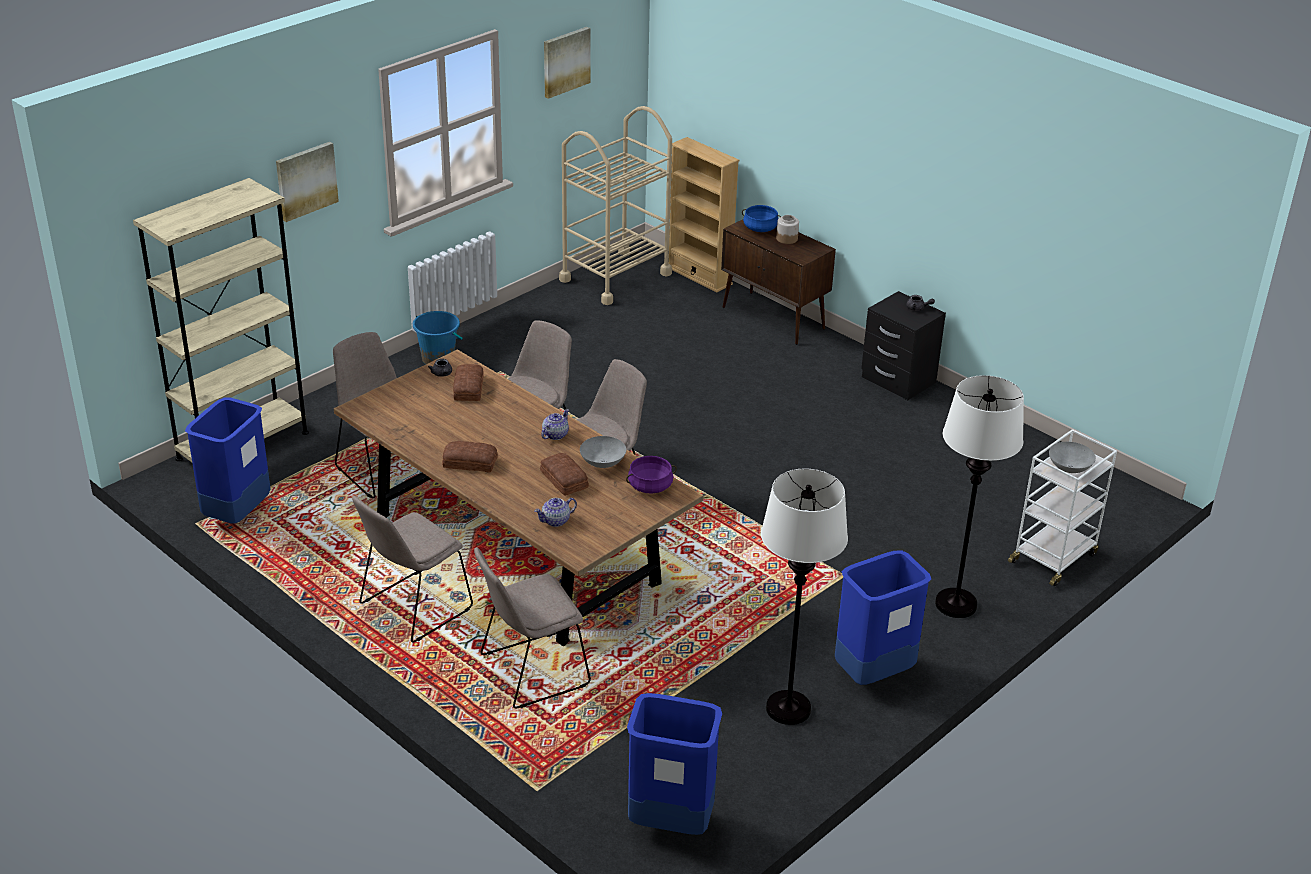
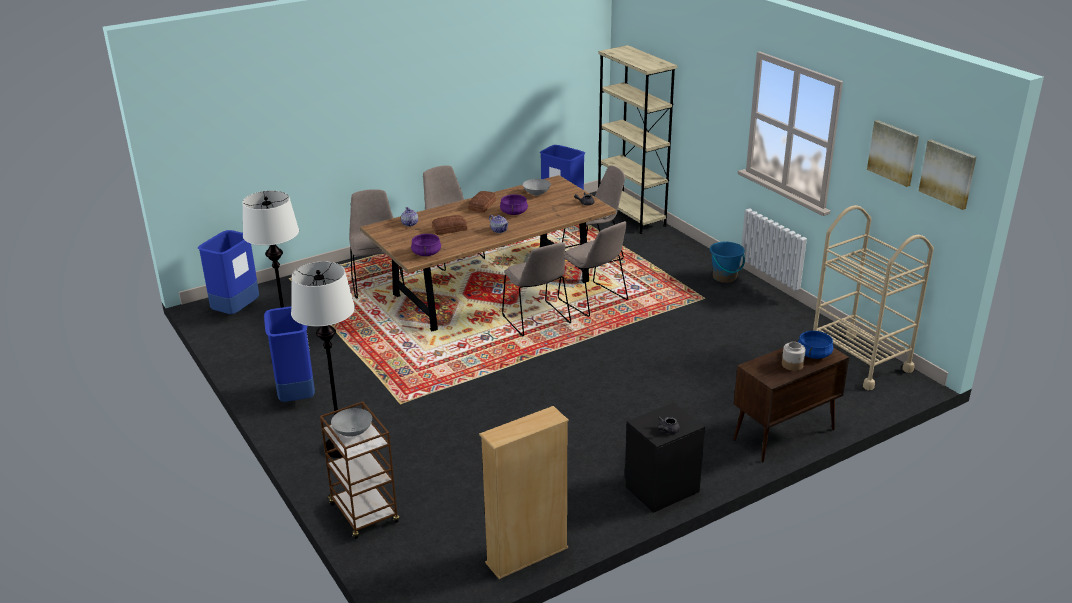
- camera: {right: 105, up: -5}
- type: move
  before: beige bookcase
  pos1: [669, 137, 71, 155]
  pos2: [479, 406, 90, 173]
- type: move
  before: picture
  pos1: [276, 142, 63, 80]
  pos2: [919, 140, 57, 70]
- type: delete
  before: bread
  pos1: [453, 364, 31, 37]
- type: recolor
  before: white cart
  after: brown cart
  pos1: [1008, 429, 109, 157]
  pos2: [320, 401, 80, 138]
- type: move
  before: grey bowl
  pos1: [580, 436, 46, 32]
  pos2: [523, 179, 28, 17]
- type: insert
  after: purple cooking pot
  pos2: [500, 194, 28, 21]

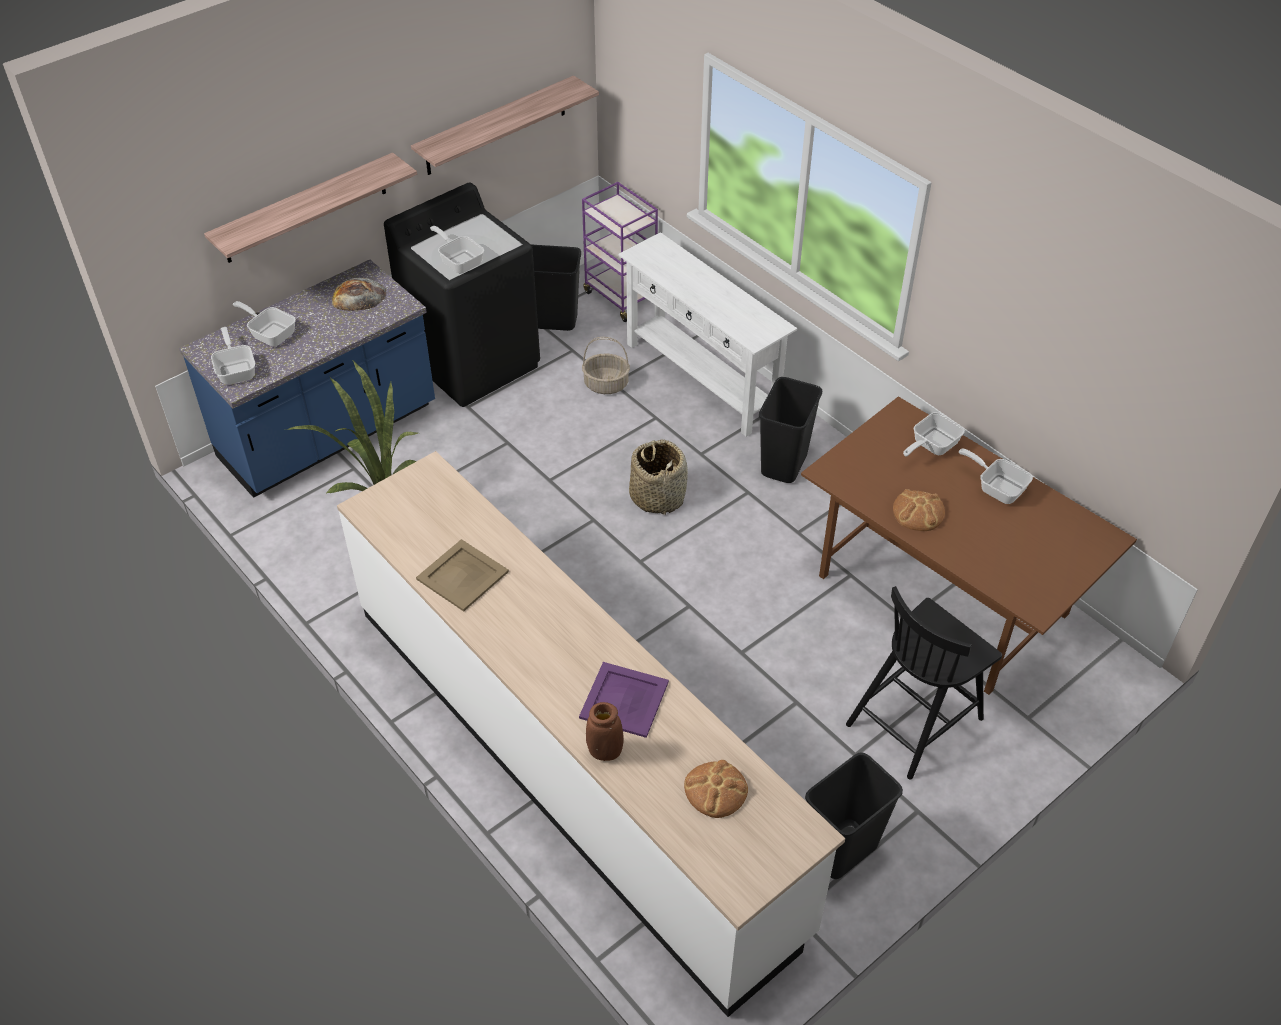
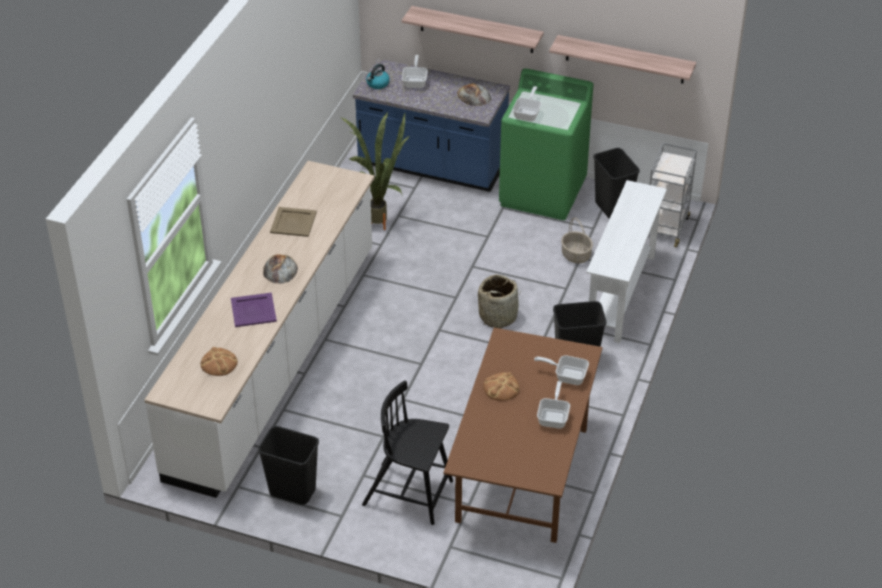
- camera: {right: 60, up: -5}
- type: recolor
  before: purple cart
  after: grey cart
  pos1: [582, 182, 76, 140]
  pos2: [650, 143, 47, 105]
- type: recolor
  before: black washing machine
  after: green washing machine
  pos1: [384, 183, 156, 224]
  pos2: [499, 68, 94, 152]
- type: replace
  before: frying pan
  after: kettle
  pos1: [211, 327, 44, 58]
  pos2: [366, 64, 24, 25]
- type: delete
  before: brown vase
  pos1: [586, 702, 38, 59]
- type: insert
  after: bread
  pos2: [263, 254, 35, 30]

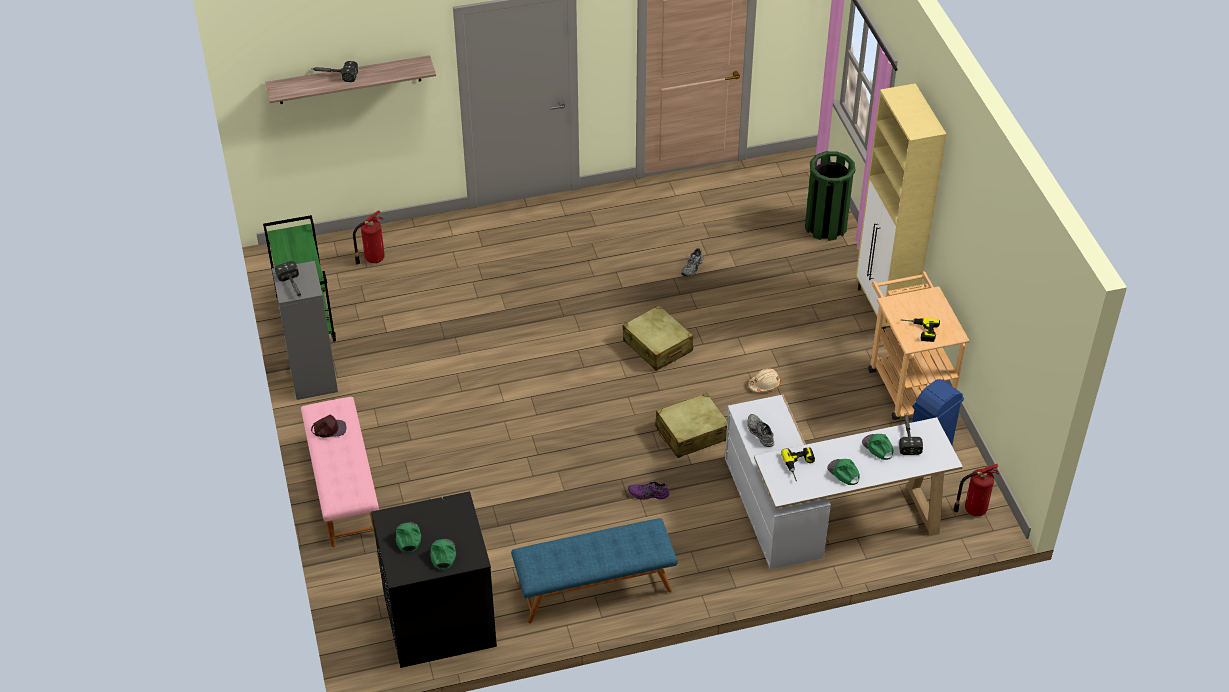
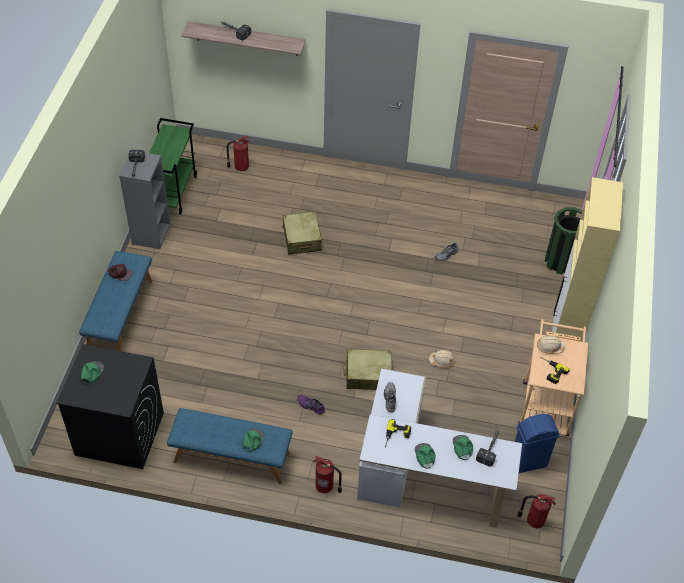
- camera: {right: 25, up: 5}
- type: move
  before: beige suitcase
  pos1: [623, 305, 70, 66]
  pos2: [282, 211, 40, 44]
- type: recolor
  before: pink bench
  after: blue bench
  pos1: [301, 397, 78, 150]
  pos2: [79, 251, 74, 100]
- type: move
  before: green cap
  pos1: [430, 539, 26, 31]
  pos2: [242, 428, 22, 24]
- type: insert
  after: beige hard hat
  pos2: [537, 335, 28, 19]
- type: insert
  after: fire extinguisher
  pos2: [313, 455, 29, 38]

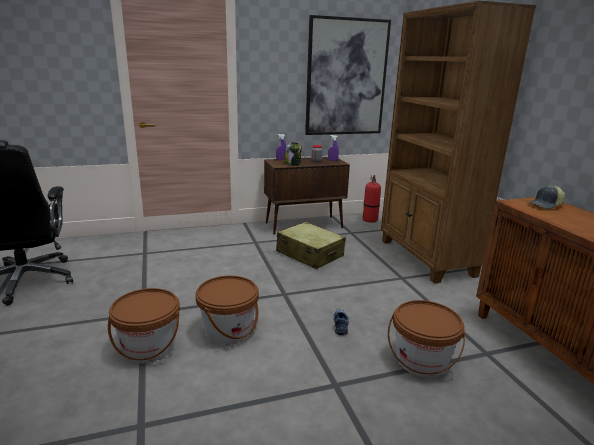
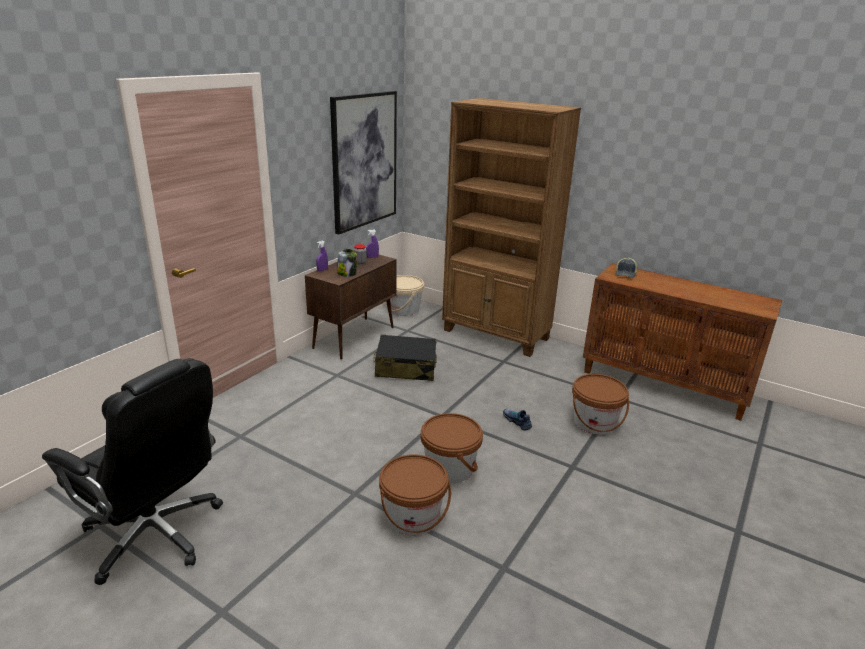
- camera: {right: -40, up: 5}
- type: replace
  before: fire extinguisher
  after: beige bucket
  pos1: [363, 175, 18, 48]
  pos2: [386, 275, 38, 41]
- type: recolor
  before: beige suitcase
  after: black suitcase
  pos1: [276, 222, 70, 47]
  pos2: [373, 335, 64, 46]

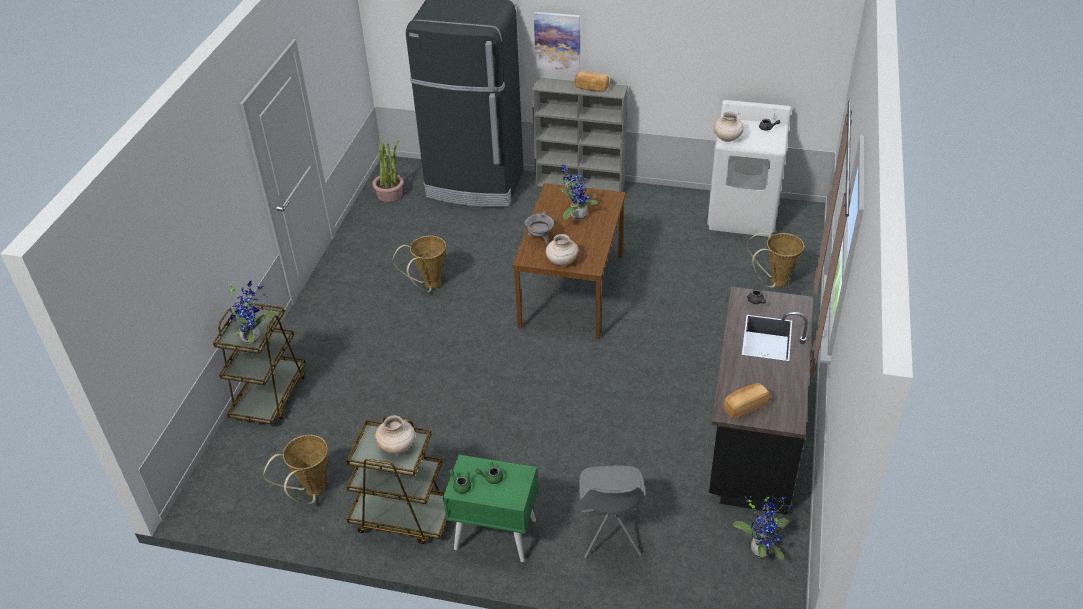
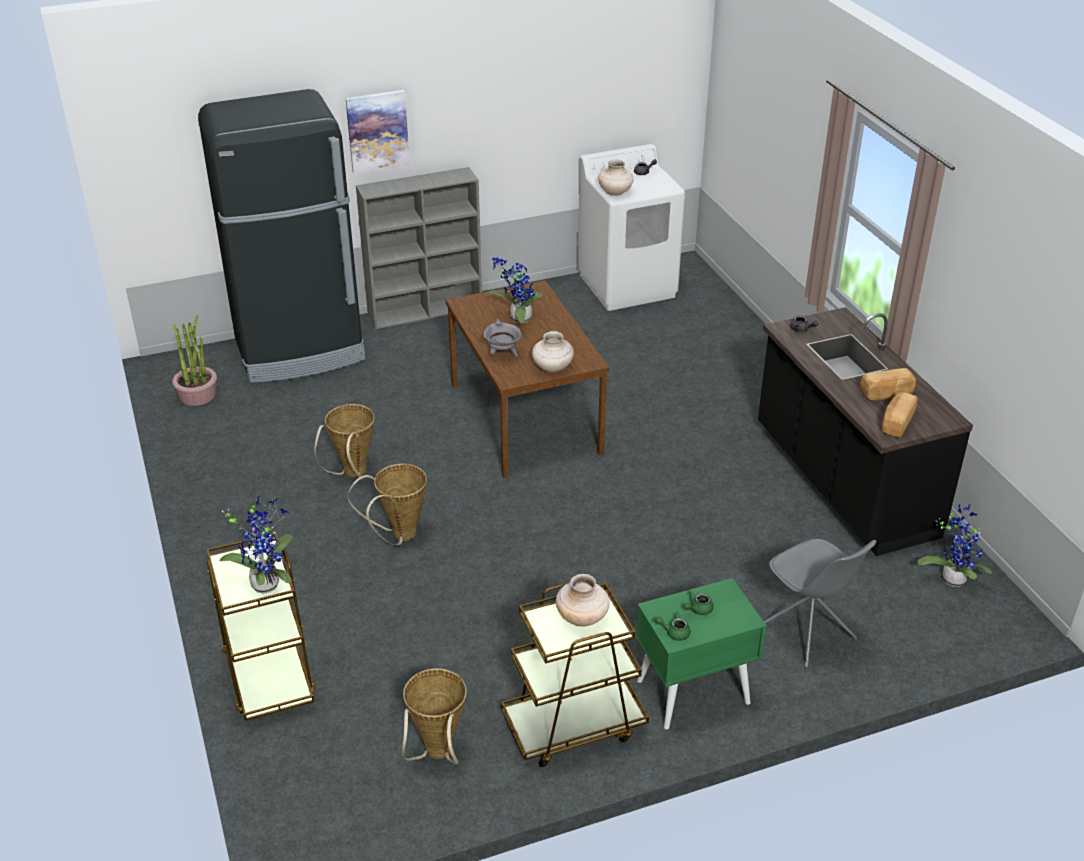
- camera: {right: -35, up: -5}
- type: move
  before: bread
  pos1: [575, 71, 34, 21]
  pos2: [860, 368, 56, 32]
- type: move
  before: basket
  pos1: [747, 233, 57, 55]
  pos2: [348, 464, 79, 82]

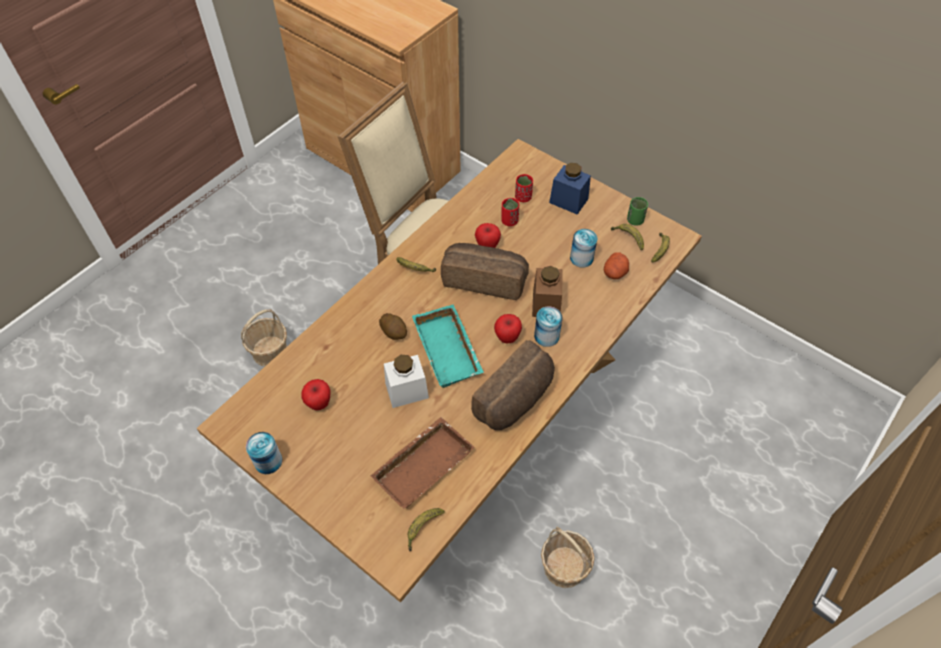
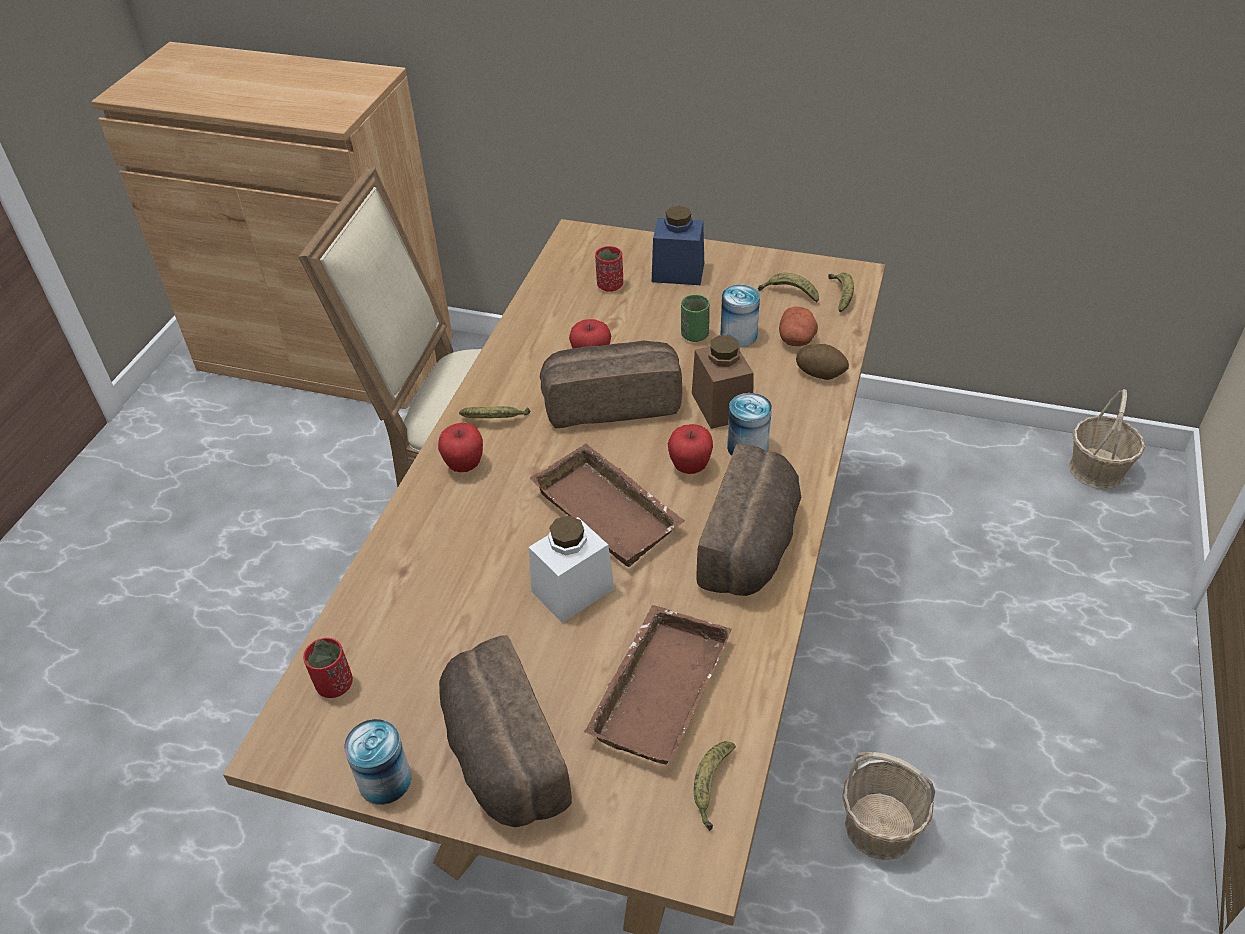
- camera: {right: -20, up: -10}
- type: move
  before: green cup
  pos1: [627, 197, 21, 29]
  pos2: [681, 294, 29, 48]
- type: move
  before: red cup
  pos1: [501, 198, 18, 28]
  pos2: [303, 638, 50, 60]
- type: recolor
  before: turquoise tray
  after: brown tray
  pos1: [412, 304, 72, 84]
  pos2: [530, 443, 155, 124]
- type: move
  before: basket
  pos1: [241, 309, 46, 57]
  pos2: [1069, 389, 76, 100]
- type: move
  before: potato
  pos1: [379, 313, 28, 27]
  pos2: [796, 344, 53, 36]
- type: move
  before: apple
  pos1: [301, 379, 29, 31]
  pos2: [438, 423, 45, 49]
- type: insert
  after: bread
  pos2: [439, 635, 133, 192]

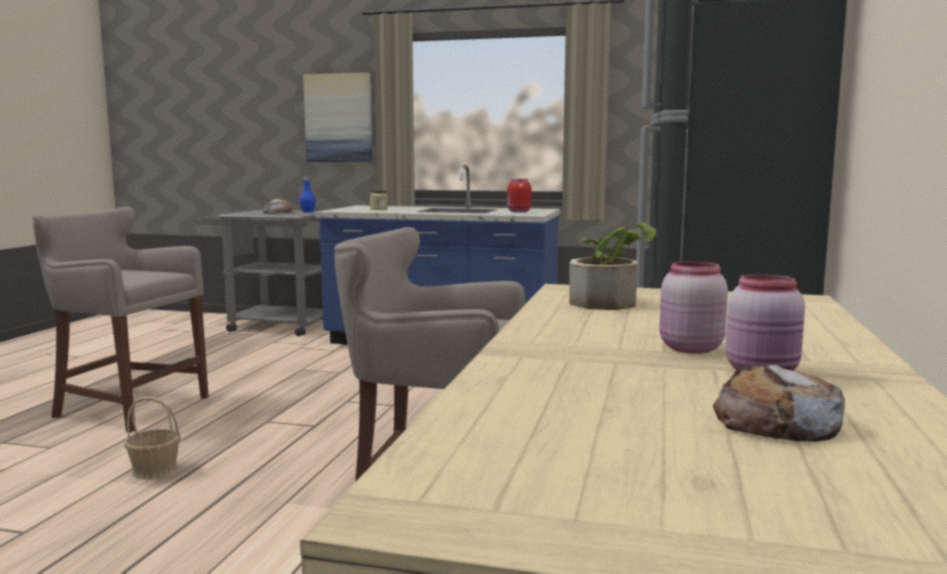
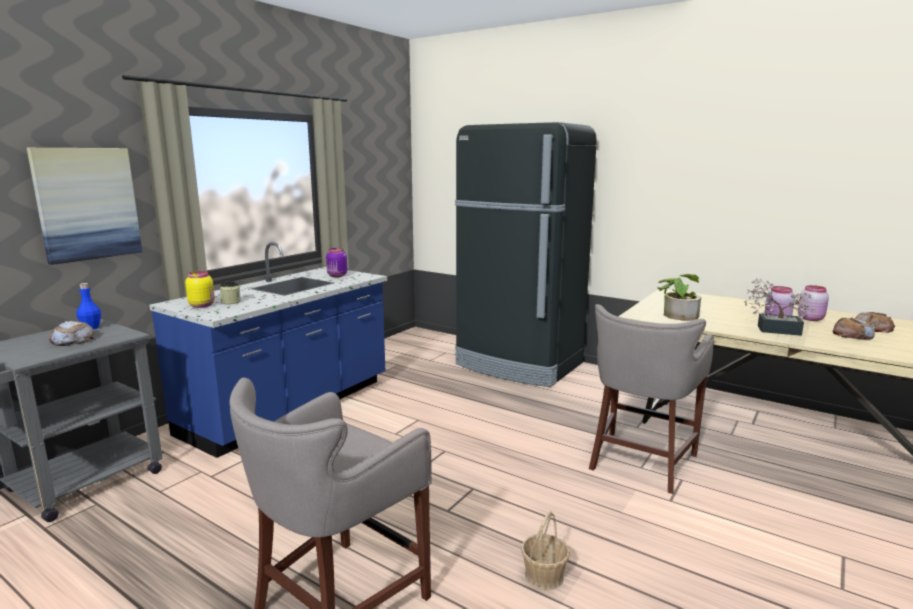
- camera: {right: -70, up: 5}
- type: recolor
  before: red jar
  after: purple jar
  pos1: [507, 179, 24, 33]
  pos2: [326, 248, 21, 29]
- type: insert
  after: yellow jar
  pos2: [185, 271, 30, 37]
- type: insert
  after: potted plant
  pos2: [744, 278, 72, 58]
- type: insert
  after: bread
  pos2: [833, 317, 42, 22]

